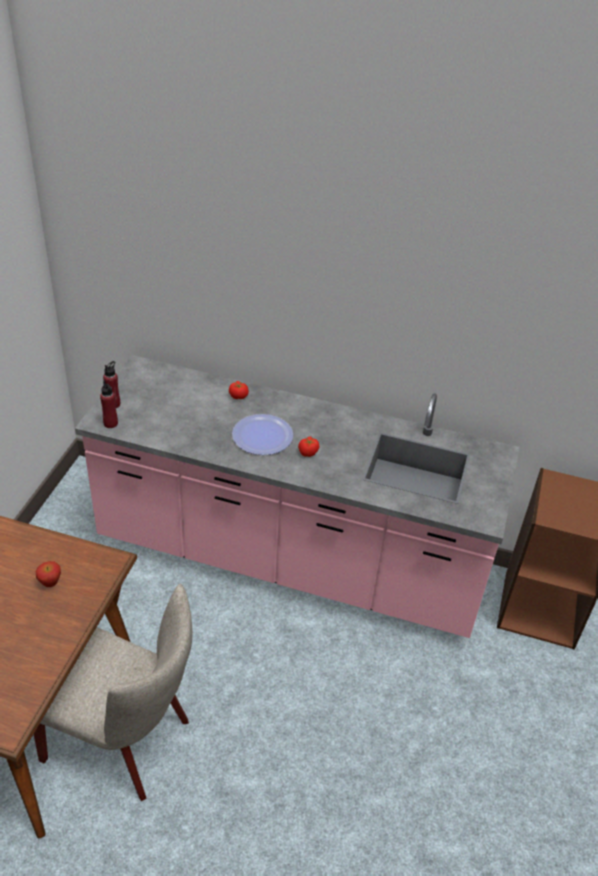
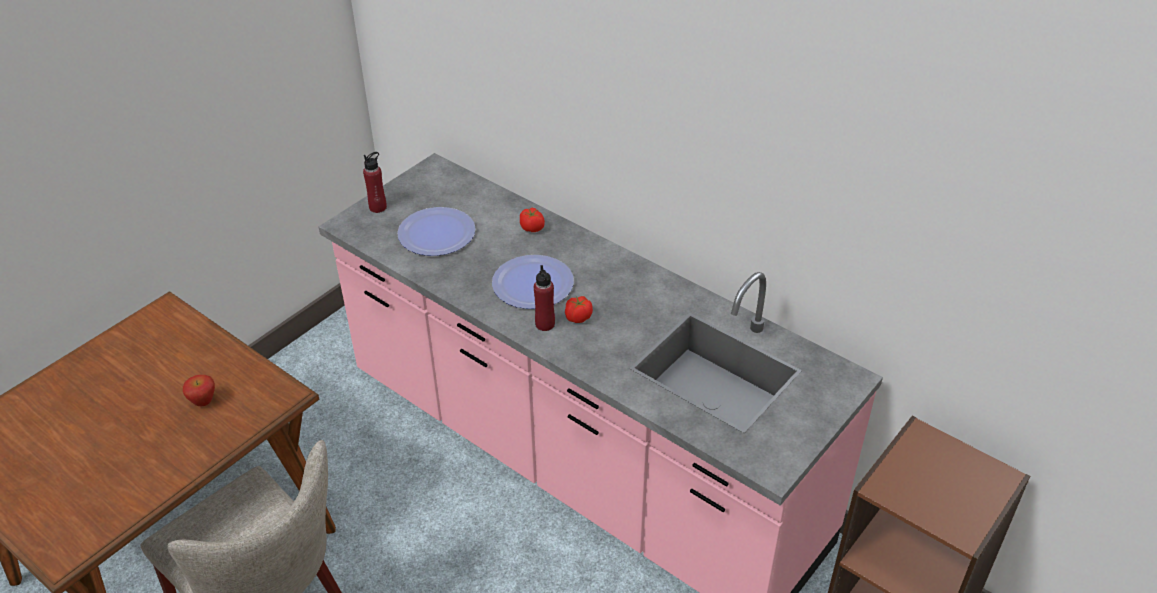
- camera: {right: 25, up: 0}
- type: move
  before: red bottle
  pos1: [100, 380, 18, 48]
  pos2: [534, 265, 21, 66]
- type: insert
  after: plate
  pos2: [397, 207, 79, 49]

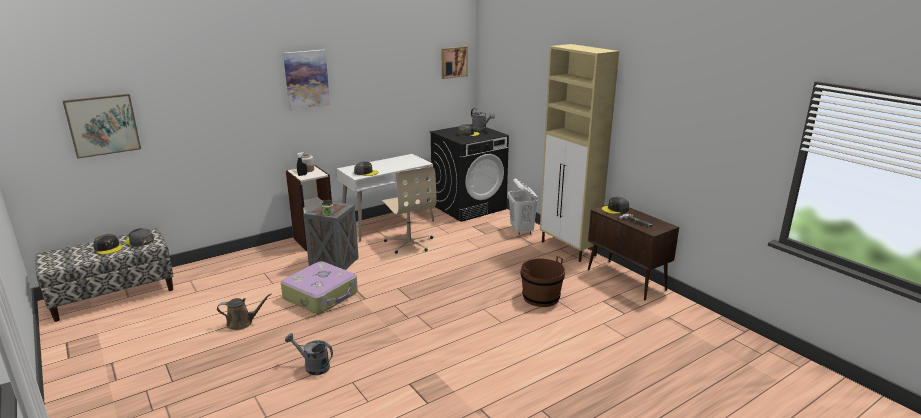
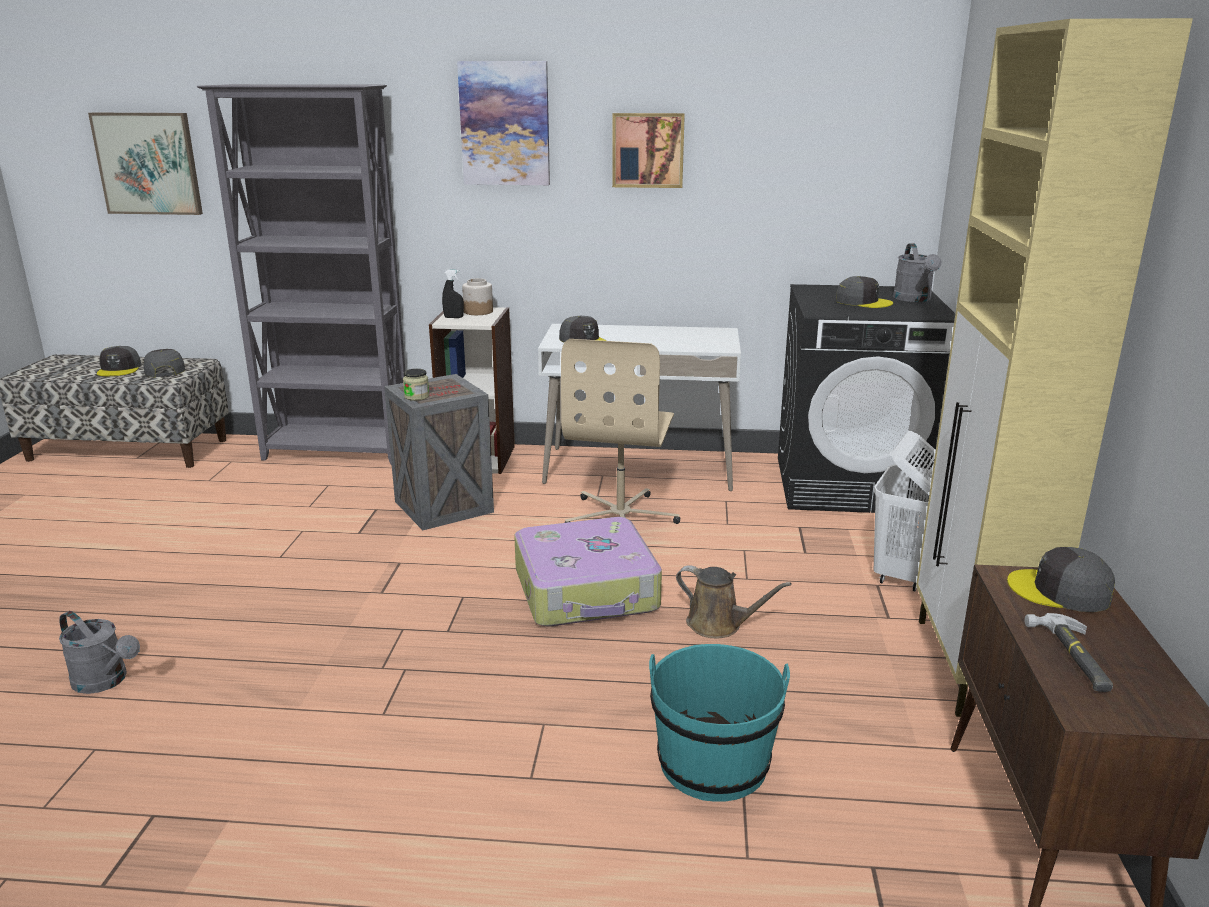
- camera: {right: 40, up: 0}
- type: move
  before: picture
  pos1: [441, 46, 27, 33]
  pos2: [612, 113, 73, 75]
- type: recolor
  before: brown bucket
  after: turquoise bucket
  pos1: [520, 256, 45, 51]
  pos2: [649, 644, 141, 158]
- type: move
  before: suitcase
  pos1: [281, 261, 77, 53]
  pos2: [514, 517, 148, 110]
- type: move
  before: brown watering can
  pos1: [217, 294, 55, 36]
  pos2: [676, 565, 116, 73]
- type: rotate
  before: grey watering can
  pos1: [285, 333, 48, 42]
  pos2: [59, 611, 81, 83]
  turn: 150
- type: insert
  after: grey bookcase
  pos2: [197, 84, 208, 381]

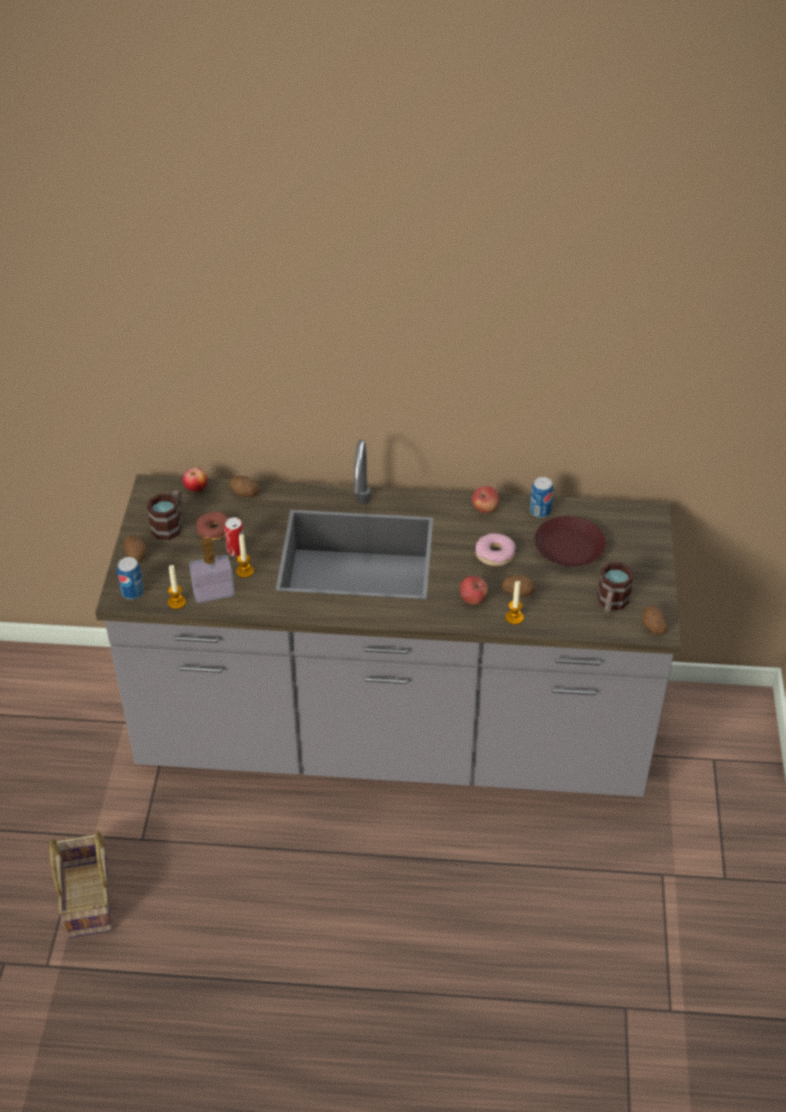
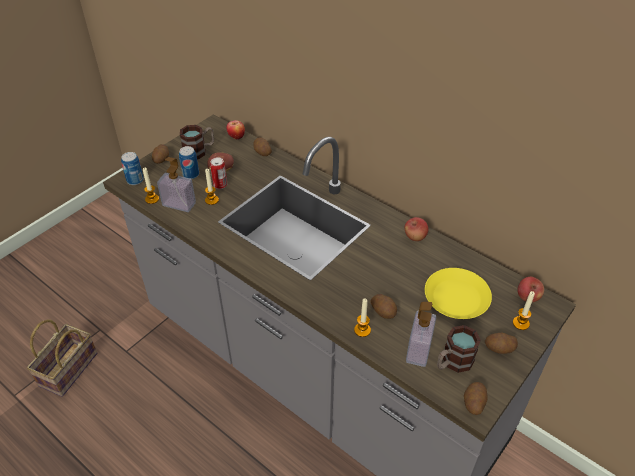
- camera: {right: 35, up: 0}
- type: move
  before: can
  pos1: [530, 477, 23, 41]
  pos2: [179, 146, 20, 33]
- type: recolor
  before: brown plate
  after: yellow plate
  pos1: [535, 516, 71, 51]
  pos2: [425, 268, 67, 51]
- type: delete
  before: donut
  pos1: [475, 533, 40, 33]
- type: move
  before: apple
  pos1: [460, 576, 28, 29]
  pos2: [518, 277, 26, 25]
- type: insert
  after: candle
  pos2: [513, 291, 22, 39]
- type: insert
  after: soap dispenser
  pos2: [406, 302, 30, 65]
- type: insert
  after: potato
  pos2: [485, 333, 33, 21]

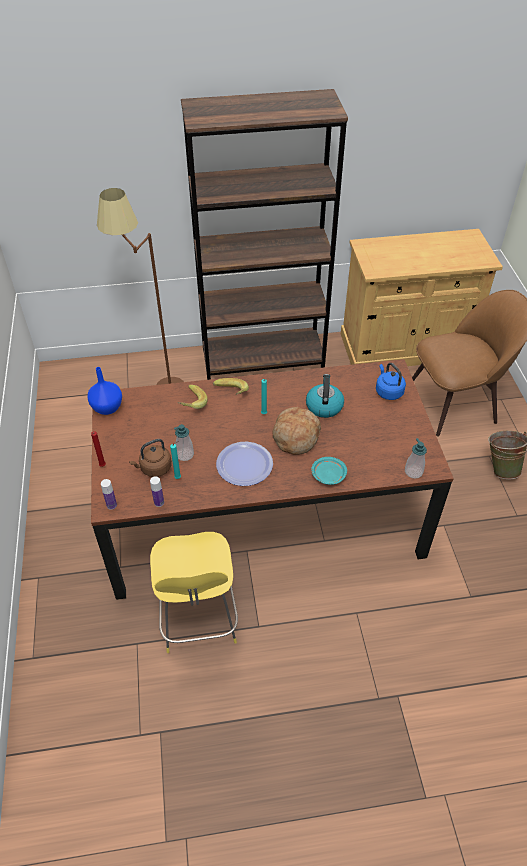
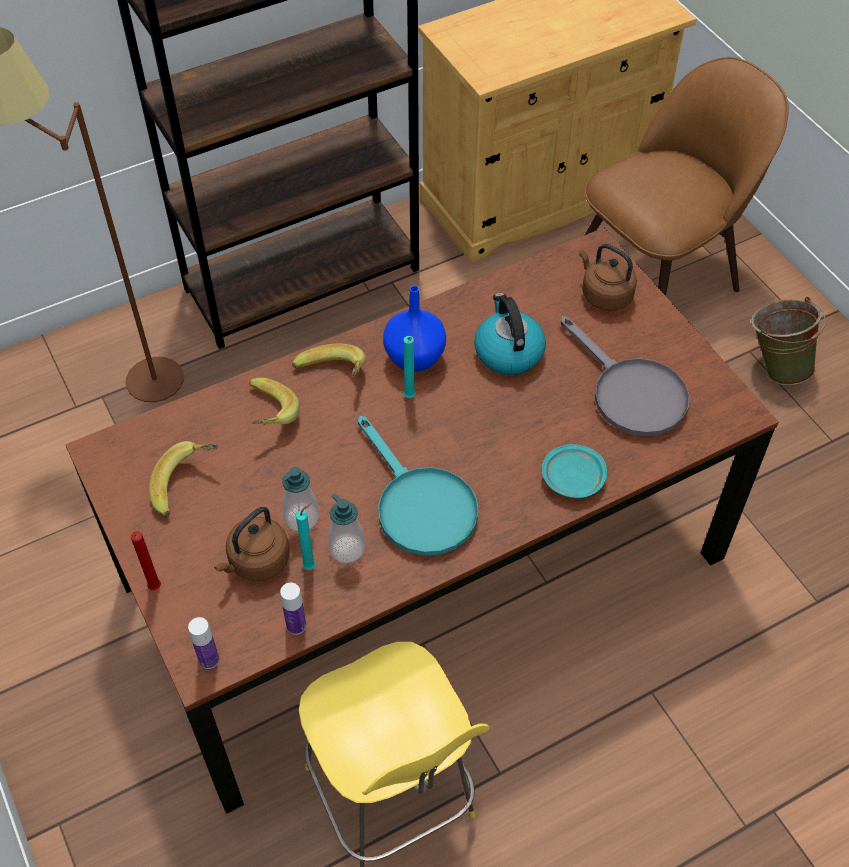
- camera: {right: -20, up: 5}
- type: recolor
  before: blue kettle
  after: brown kettle
  pos1: [376, 363, 30, 37]
  pos2: [579, 244, 58, 67]
- type: move
  before: blue vase
  pos1: [88, 367, 34, 48]
  pos2: [383, 285, 63, 87]
- type: delete
  before: bread
  pos1: [273, 407, 48, 48]
- type: move
  before: soap dispenser
  pos1: [405, 438, 22, 41]
  pos2: [328, 493, 37, 70]
- type: replace
  before: plate
  after: turquoise frying pan
  pos1: [216, 442, 57, 44]
  pos2: [358, 416, 120, 140]
- type: insert
  after: grey frying pan
  pos2: [561, 316, 129, 120]
- type: insert
  after: banana
  pos2: [149, 441, 69, 75]

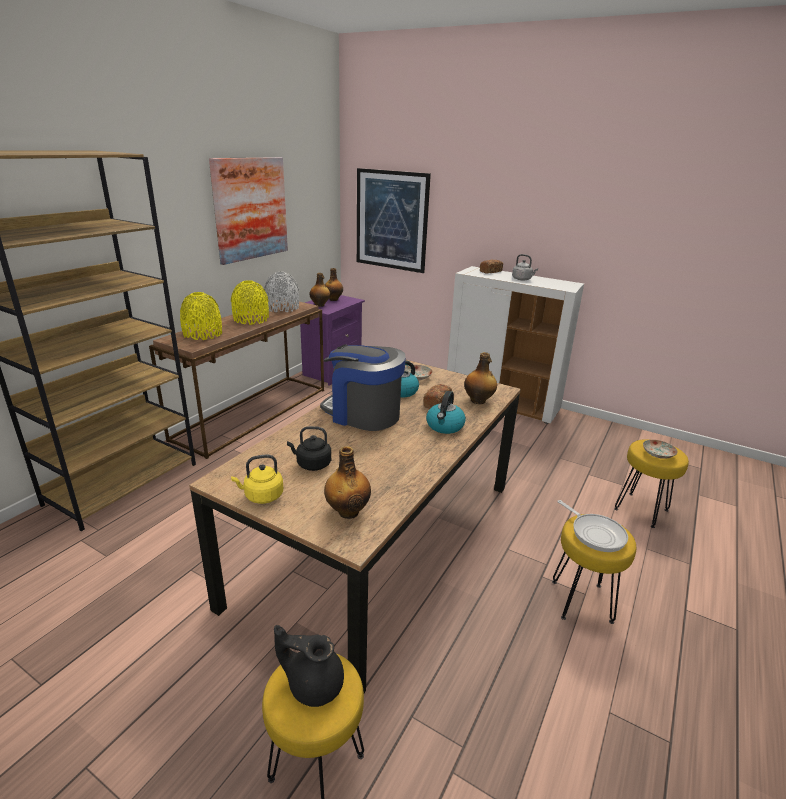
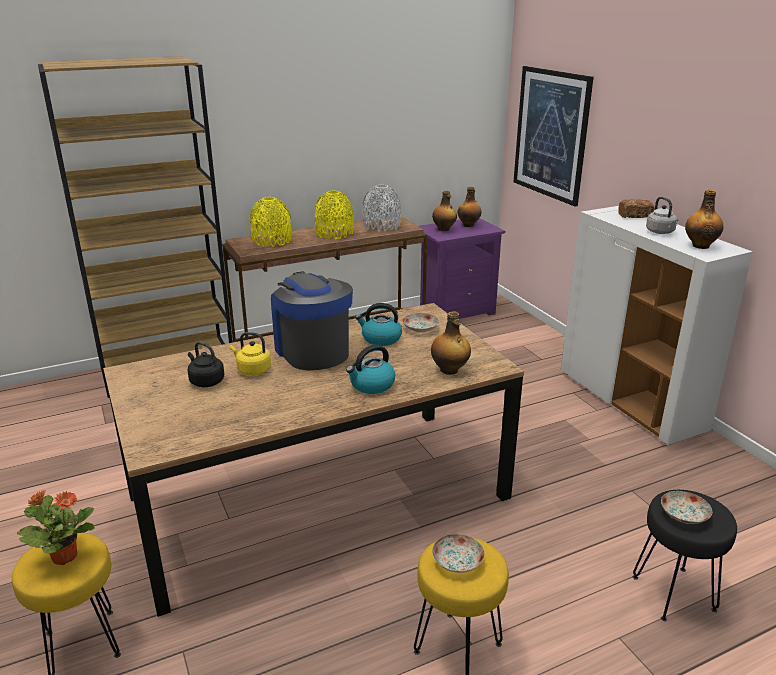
- camera: {right: 35, up: 0}
- type: delete
  before: picture
  pos1: [209, 157, 79, 108]
- type: delete
  before: bread
  pos1: [423, 384, 29, 25]
- type: recolor
  before: yellow stool
  after: black stool
  pos1: [614, 439, 75, 89]
  pos2: [633, 490, 104, 131]
- type: move
  before: bottle
  pos1: [324, 446, 47, 73]
  pos2: [685, 190, 38, 59]
- type: move
  before: yellow kettle
  pos1: [231, 454, 52, 50]
  pos2: [230, 332, 41, 44]
- type: replace
  before: frying pan
  after: plate
  pos1: [557, 500, 71, 52]
  pos2: [432, 534, 53, 39]
- type: replace
  before: black teapot
  after: potted plant
  pos1: [274, 625, 70, 82]
  pos2: [17, 490, 78, 75]

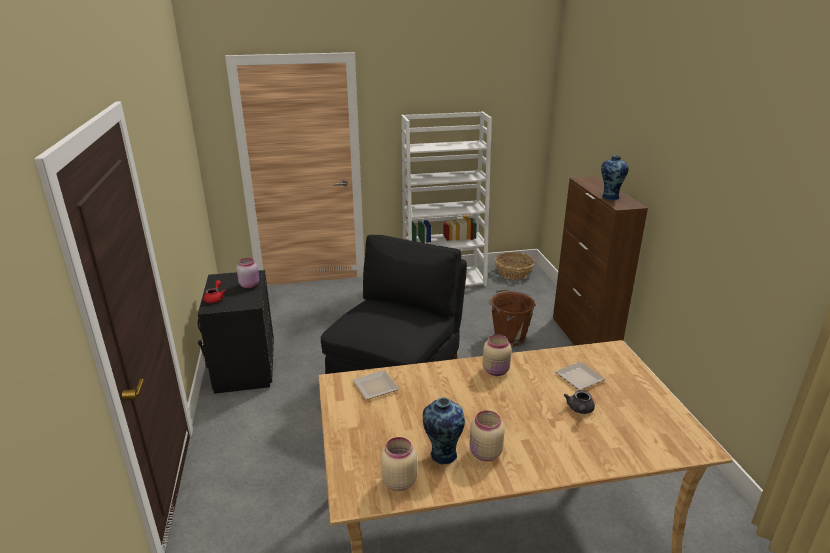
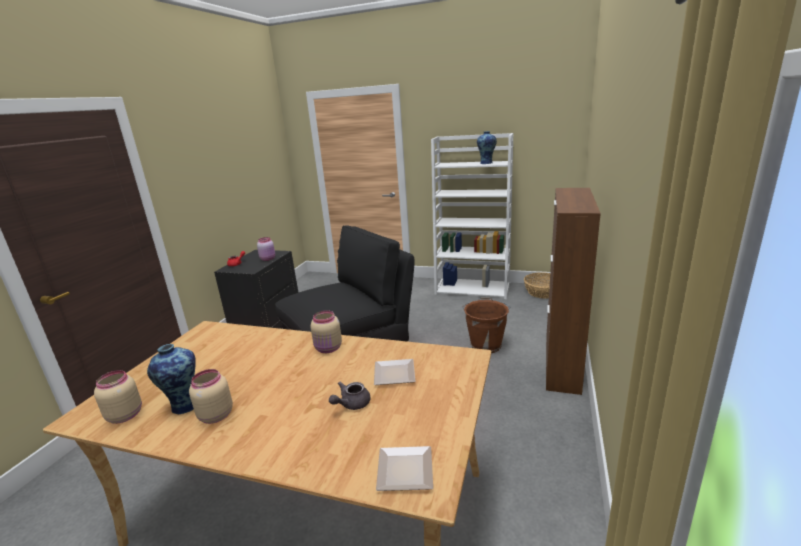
- camera: {right: 30, up: -5}
- type: move
  before: vase
  pos1: [601, 155, 28, 45]
  pos2: [477, 131, 20, 33]
- type: move
  before: plate
  pos1: [353, 370, 46, 30]
  pos2: [376, 446, 57, 45]

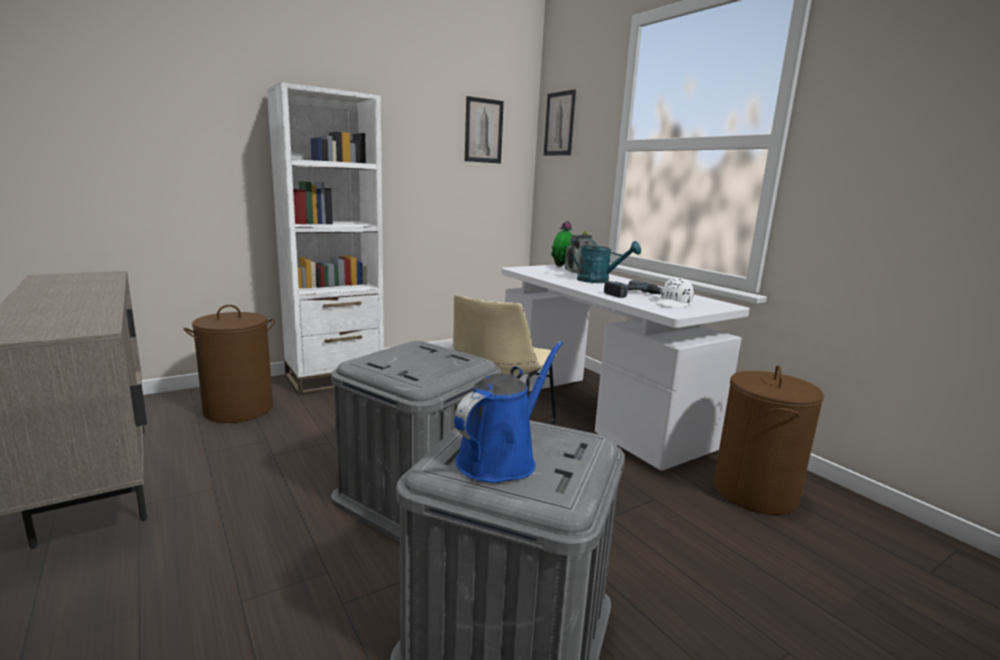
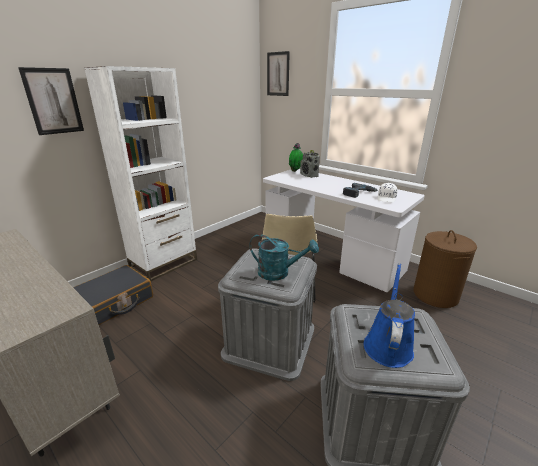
- camera: {right: -15, up: 10}
- type: move
  before: picture
  pos1: [465, 96, 39, 67]
  pos2: [18, 67, 66, 68]
- type: move
  before: turquoise watering can
  pos1: [572, 237, 69, 46]
  pos2: [249, 234, 70, 47]
- type: replace
  before: brown laundry basket
  after: black suitcase
  pos1: [183, 305, 92, 118]
  pos2: [73, 265, 80, 60]

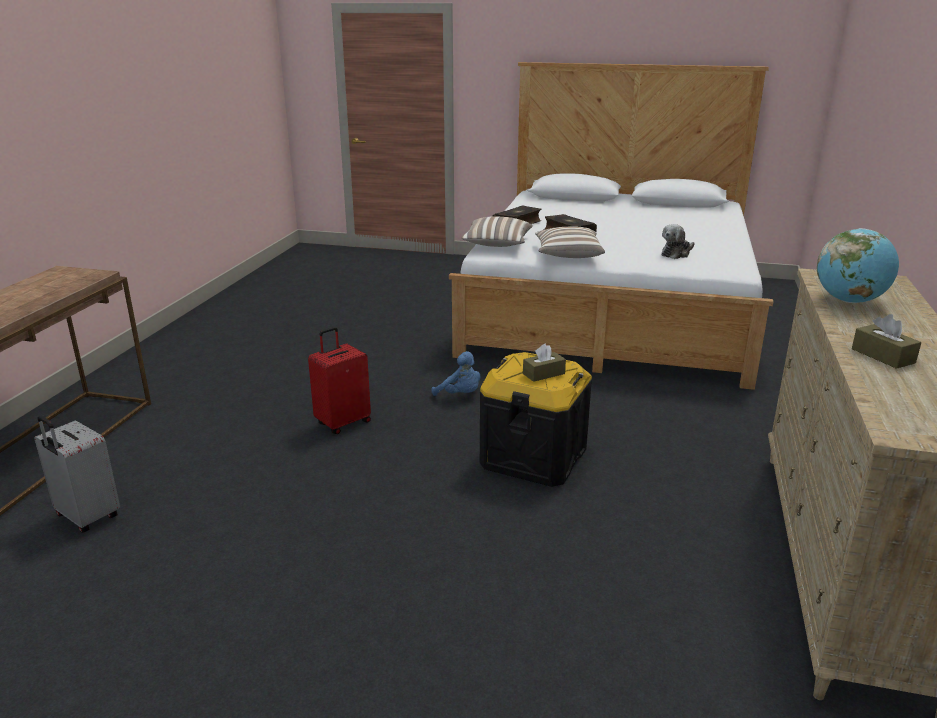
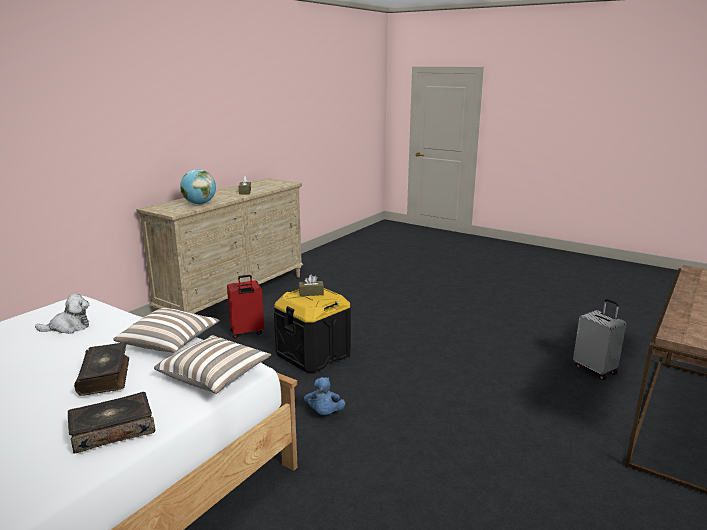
- camera: {right: -160, up: -5}
- type: move
  before: red suitcase
  pos1: [308, 327, 63, 107]
  pos2: [227, 275, 37, 63]
- type: rotate
  before: blue plush toy
  pos1: [432, 351, 48, 45]
  pos2: [304, 377, 41, 38]
  turn: -150

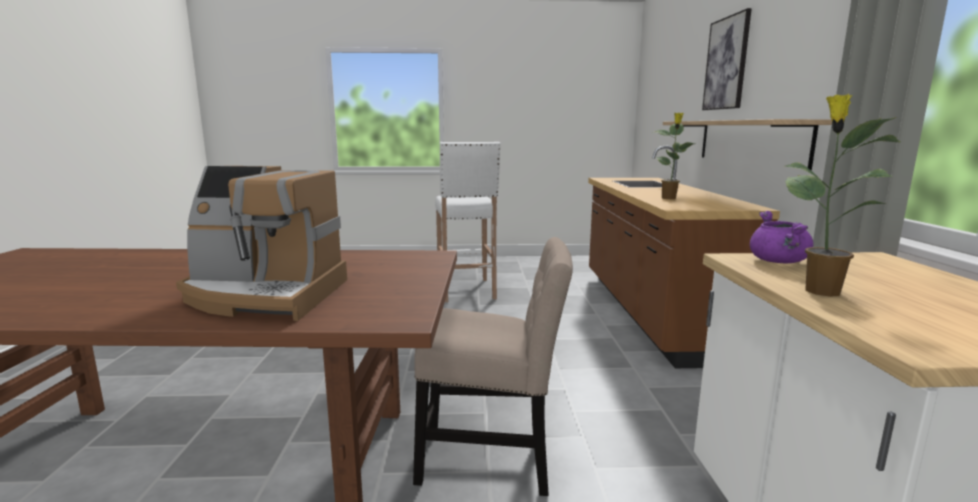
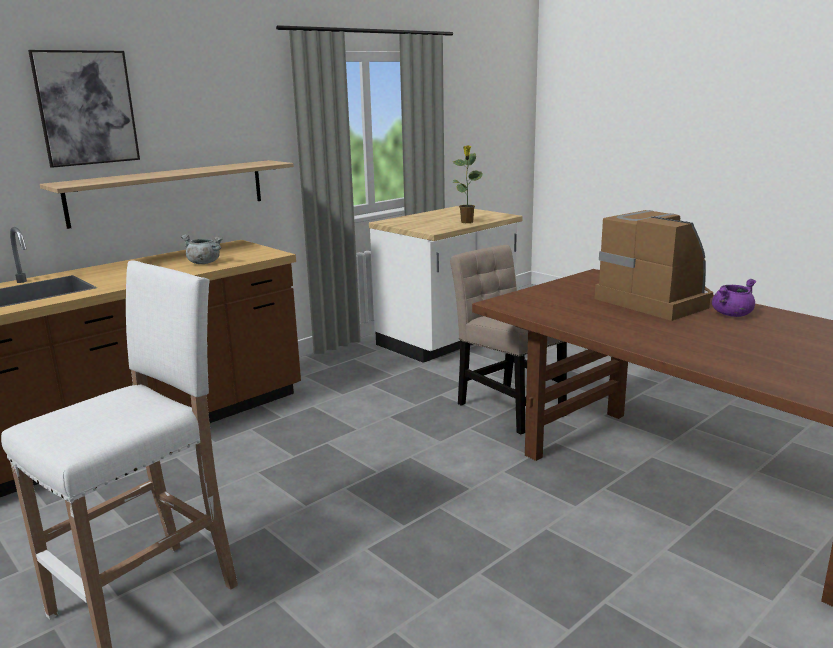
- camera: {right: -130, up: 5}
- type: replace
  before: potted plant
  after: grey cooking pot
  pos1: [653, 113, 42, 86]
  pos2: [181, 234, 42, 30]
- type: move
  before: purple cooking pot
  pos1: [750, 211, 63, 52]
  pos2: [712, 279, 44, 38]

